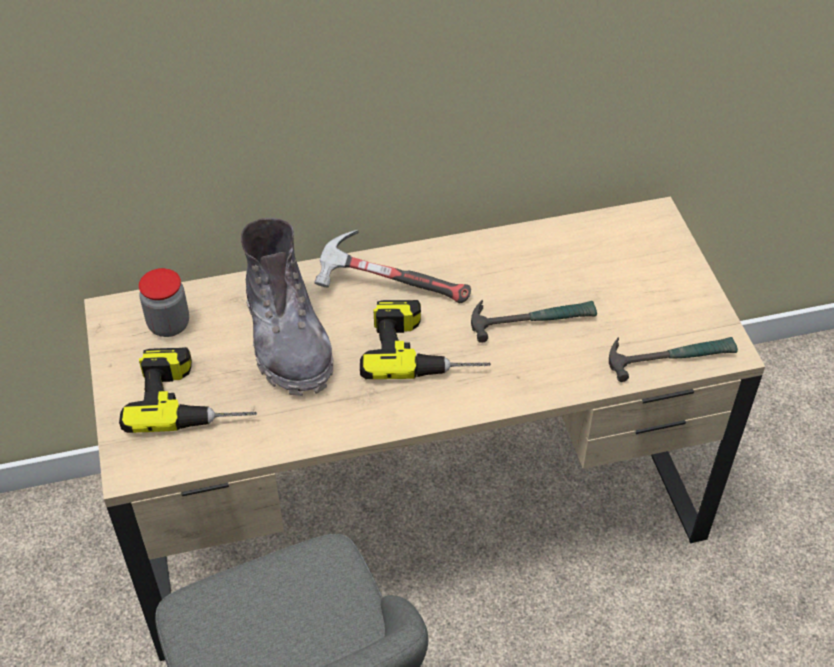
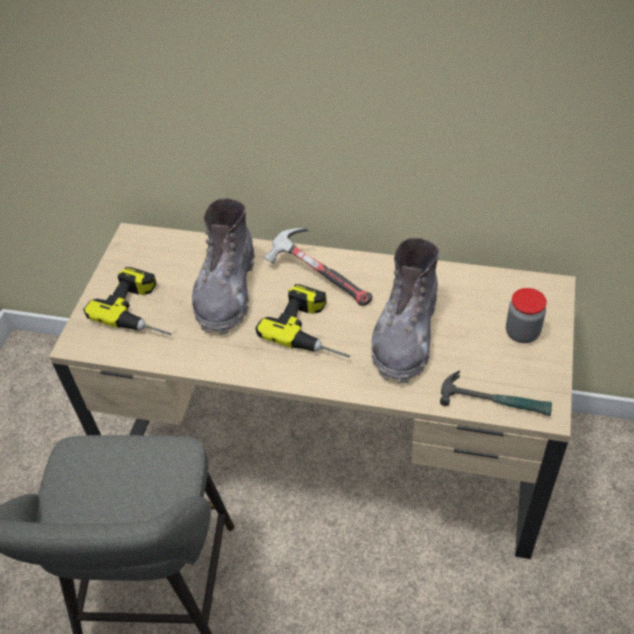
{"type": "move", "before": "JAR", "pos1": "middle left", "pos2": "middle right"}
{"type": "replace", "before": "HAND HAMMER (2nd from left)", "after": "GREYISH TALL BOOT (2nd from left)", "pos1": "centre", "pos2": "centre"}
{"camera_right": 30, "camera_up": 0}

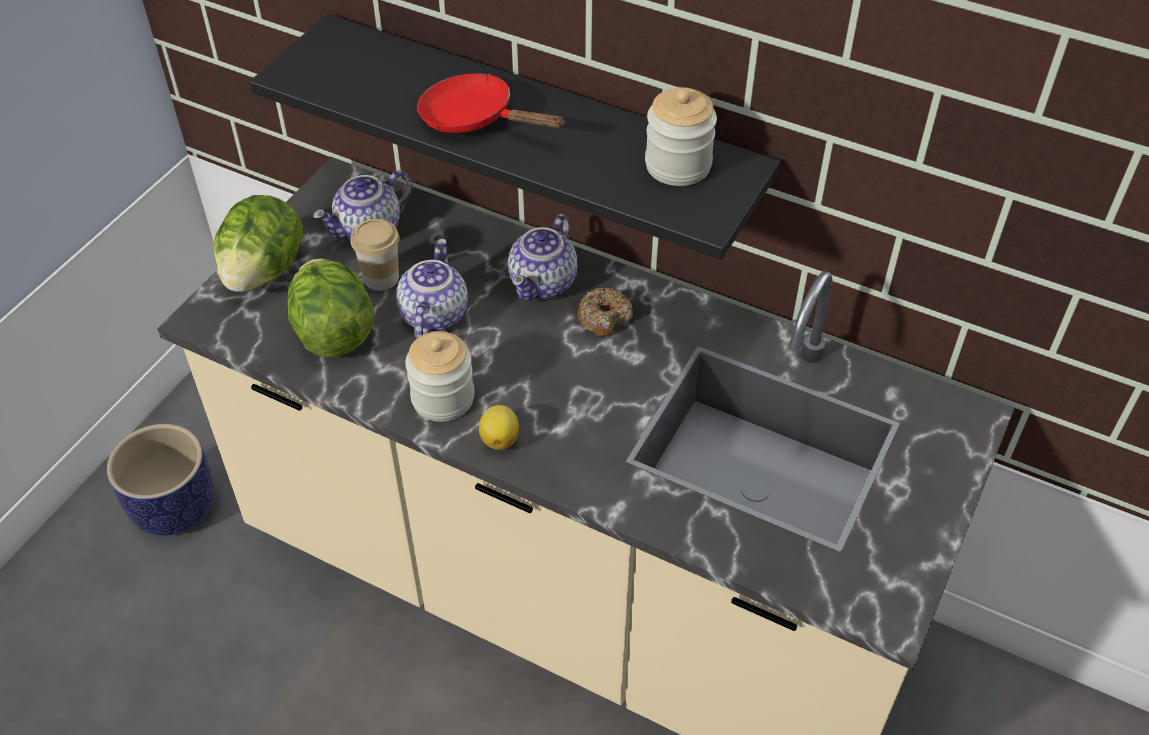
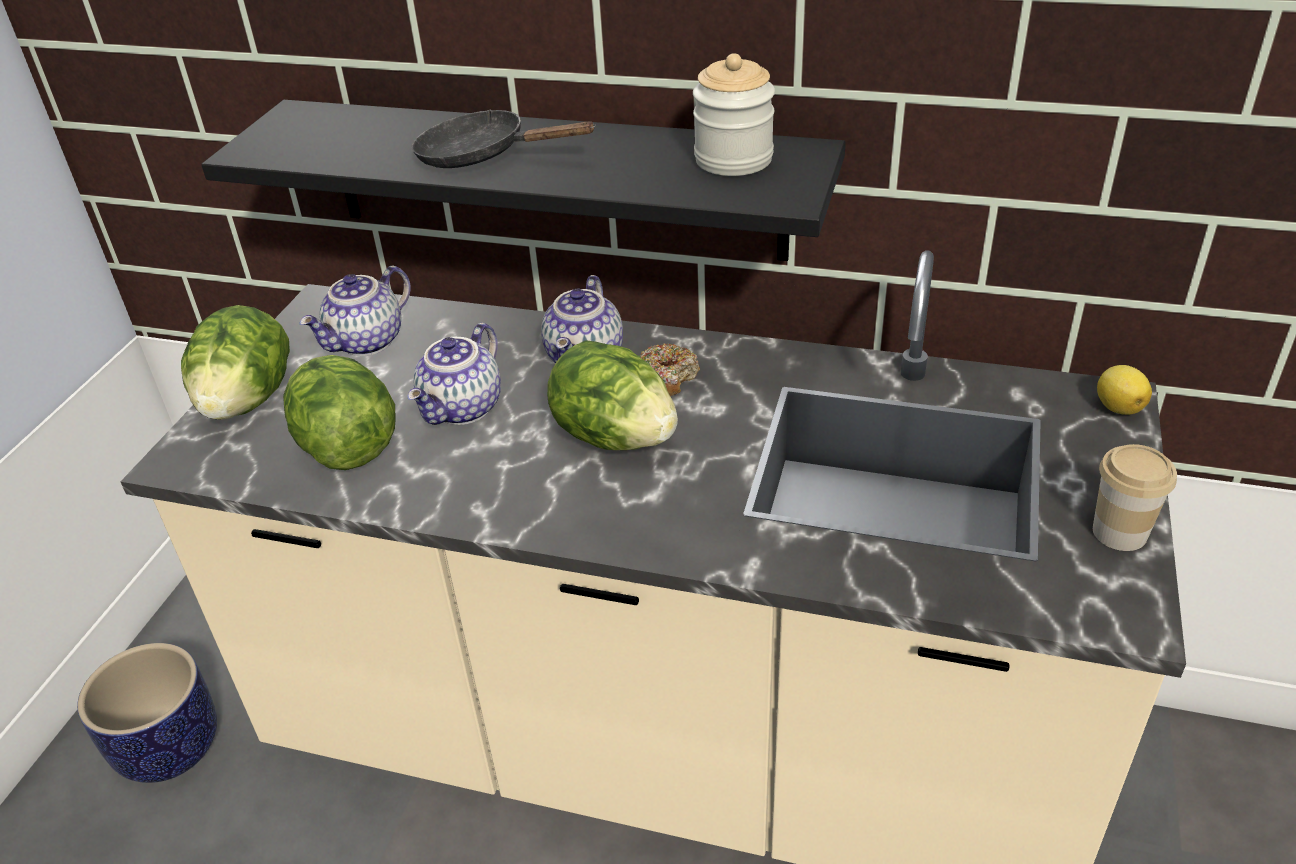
{"type": "recolor", "before": "REDDISH PAN", "after": "BLACK PAN", "pos1": "top centre", "pos2": "top centre"}
{"type": "move", "before": "SMALL CUP", "pos1": "middle left", "pos2": "middle right"}
{"type": "rotate", "before": "POT FOR TEA (2nd from left)", "pos1": "centre", "pos2": "centre", "turn": -150}
{"type": "delete", "before": "JAR (1st from left)", "pos1": "centre"}
{"type": "move", "before": "LEMON", "pos1": "centre", "pos2": "middle right"}
{"type": "insert", "after": "LETTUCE (3rd from left)", "pos2": "centre"}
{"camera_right": -10, "camera_up": -10}

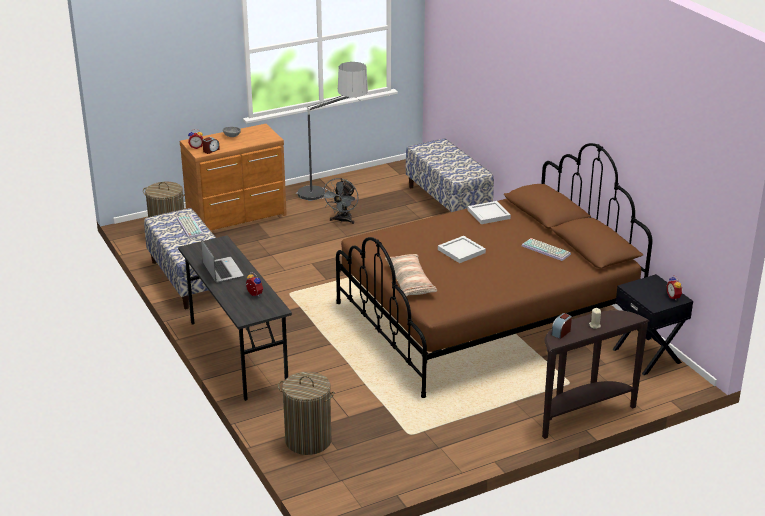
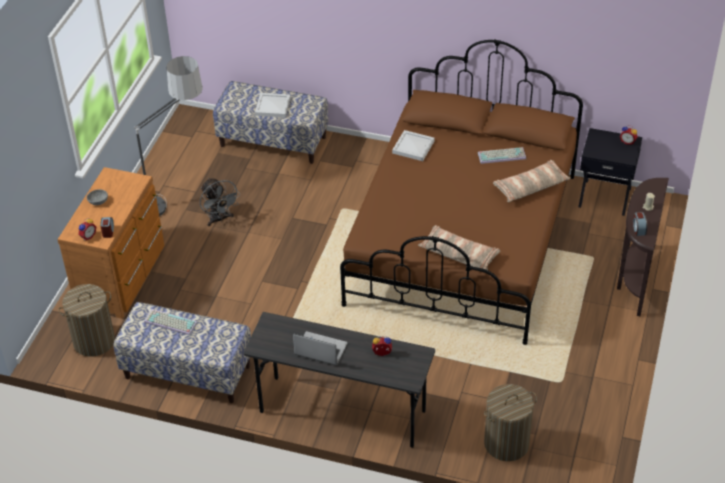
{"type": "move", "before": "WHITE TRAY (1st from left)", "pos1": "centre", "pos2": "top centre"}
{"type": "insert", "after": "PILLOW (2nd from left)", "pos2": "middle right"}
{"camera_right": -45, "camera_up": 15}

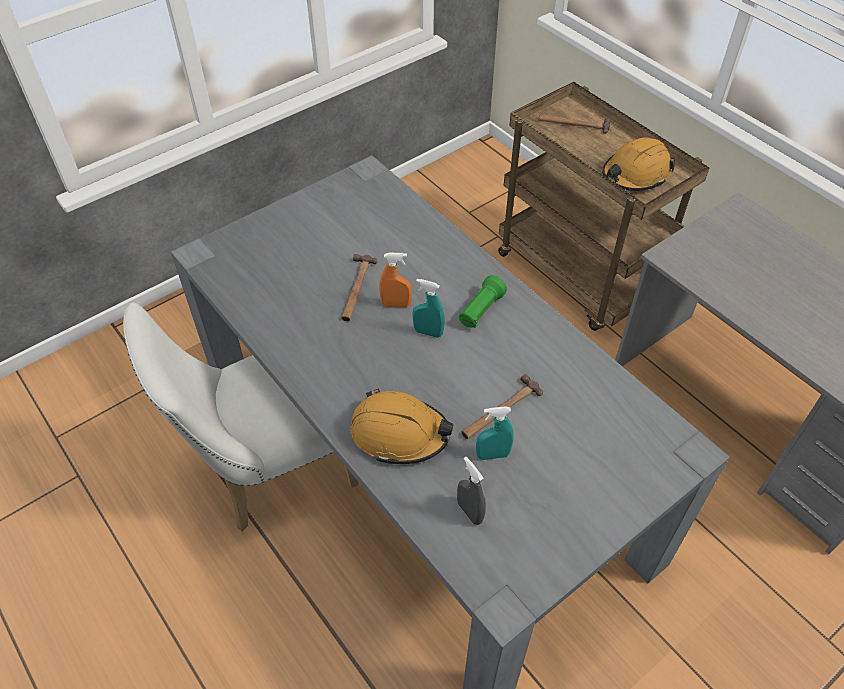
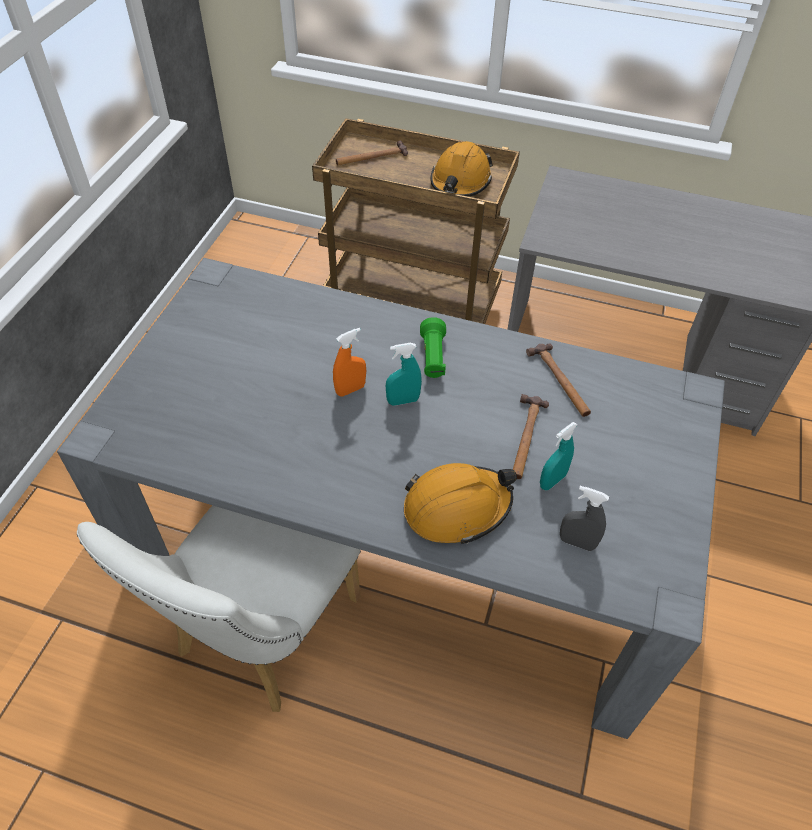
{"type": "move", "before": "HAND HAMMER (1st from left in the first image)", "after": "HAND HAMMER (3rd from left)", "pos1": "centre", "pos2": "middle right"}
{"camera_right": -35, "camera_up": 0}

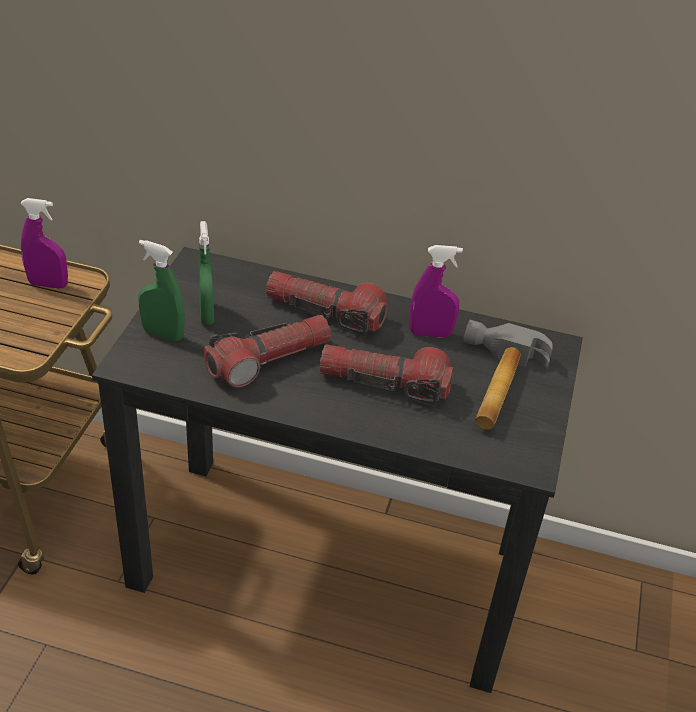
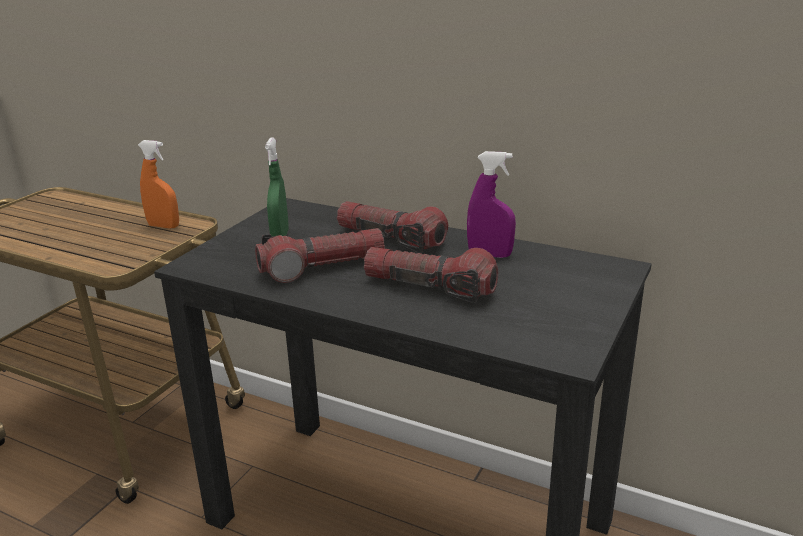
{"type": "recolor", "before": "PURPLE SPRAY BOTTLE (1st from left)", "after": "ORANGE-COLOURED SPRAY BOTTLE", "pos1": "middle left", "pos2": "middle left"}
{"type": "delete", "before": "GREENISH SPRAY BOTTLE (1st from left)", "pos1": "middle left"}
{"type": "delete", "before": "HAND HAMMER", "pos1": "middle right"}
{"camera_right": 15, "camera_up": -15}

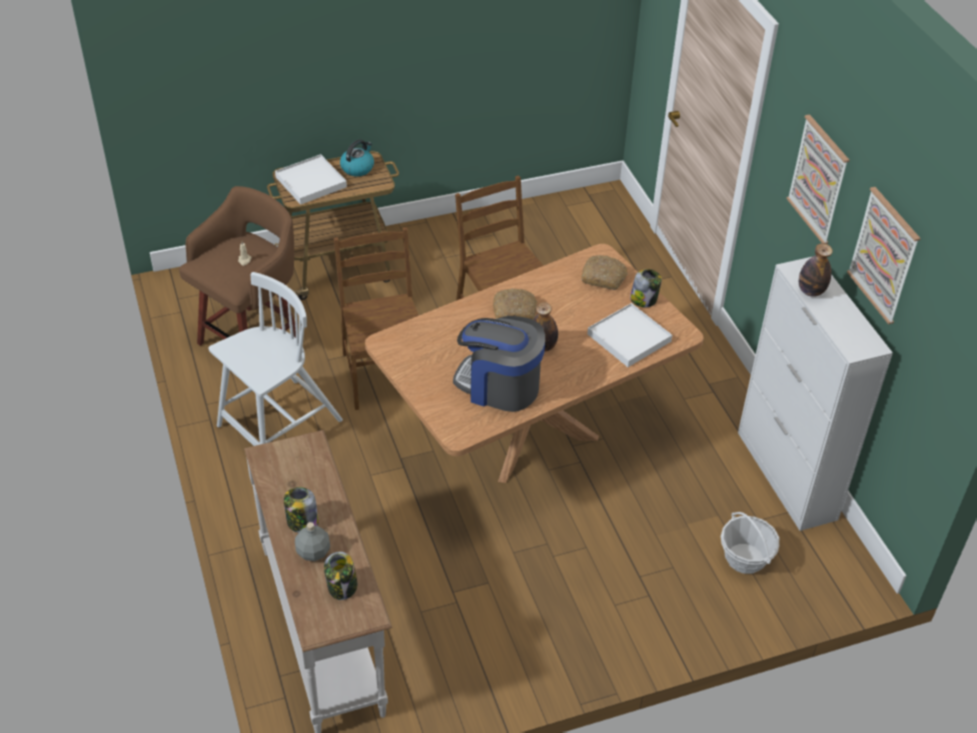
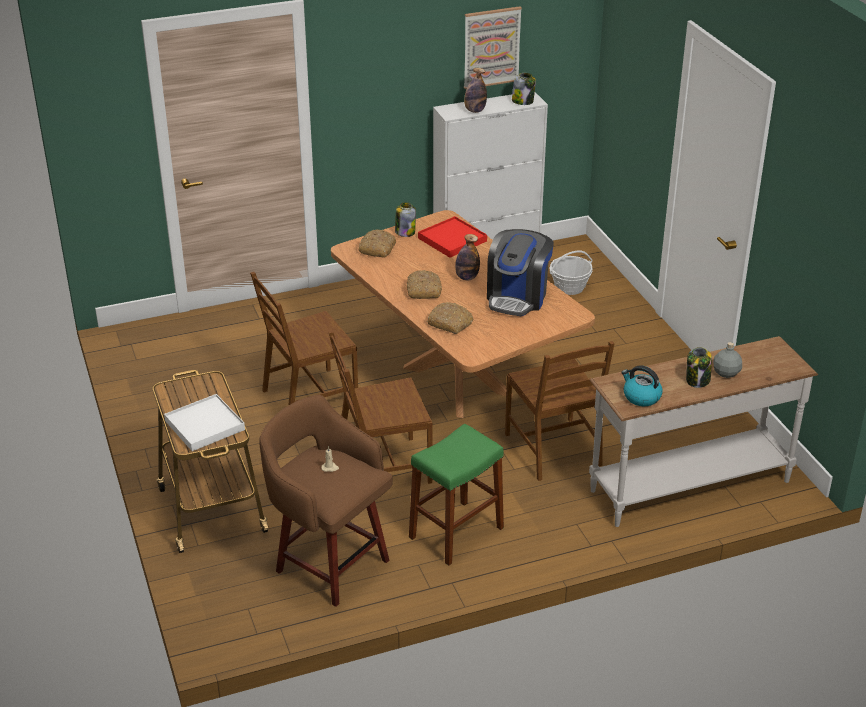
{"type": "delete", "before": "PICTURE (1st from left)", "pos1": "top right"}
{"type": "move", "before": "KETTLE", "pos1": "top centre", "pos2": "middle right"}
{"type": "replace", "before": "WHITE PLAIN CHAIR", "after": "GREENISH STOOL SEAT", "pos1": "middle left", "pos2": "bottom centre"}
{"type": "recolor", "before": "WHITE TRAY (2nd from left)", "after": "REDDISH TRAY", "pos1": "centre", "pos2": "centre"}
{"type": "move", "before": "JAR (2nd from left)", "pos1": "bottom centre", "pos2": "top centre"}
{"type": "insert", "after": "BAKERY BREAD (3rd from left)", "pos2": "centre"}
{"type": "insert", "after": "BROWN-COLOURED PLAIN CHAIR (3rd from left)", "pos2": "centre"}
{"camera_right": -90, "camera_up": -10}

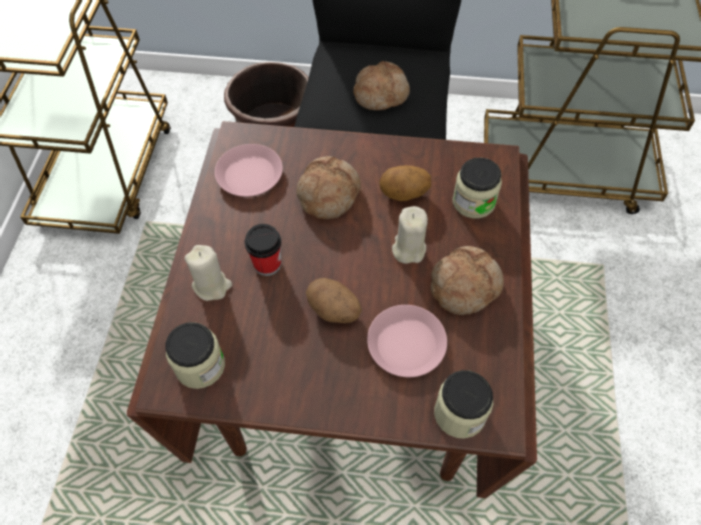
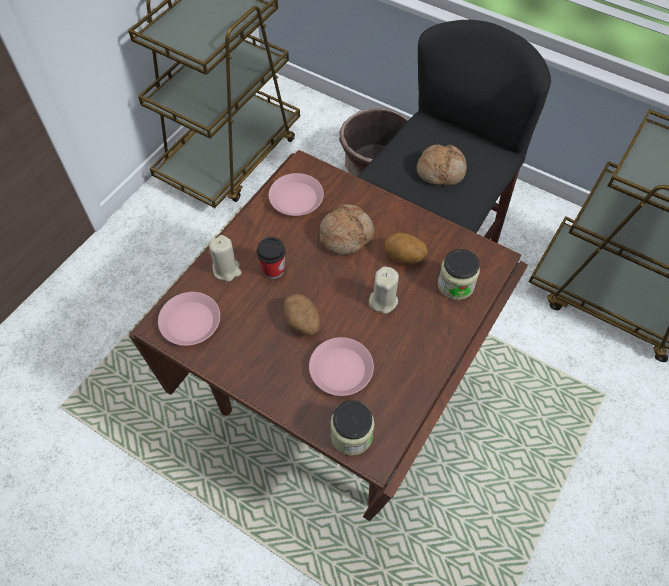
{"type": "delete", "before": "BAKERY BREAD (3rd from left)", "pos1": "centre"}
{"type": "replace", "before": "JAR (1st from left)", "after": "PINK PLATE (1st from left)", "pos1": "bottom left", "pos2": "middle left"}
{"camera_right": 25, "camera_up": 0}

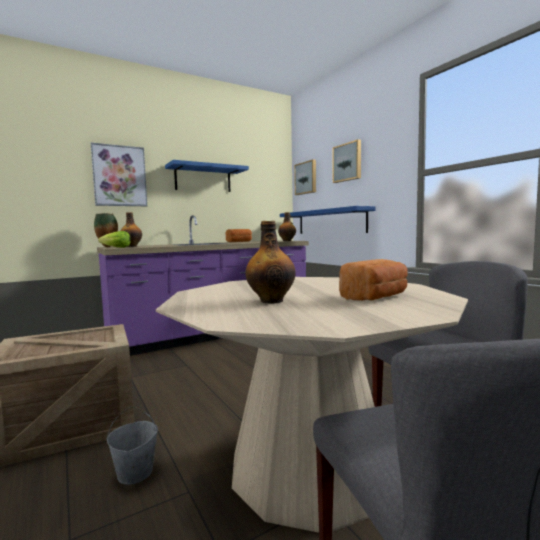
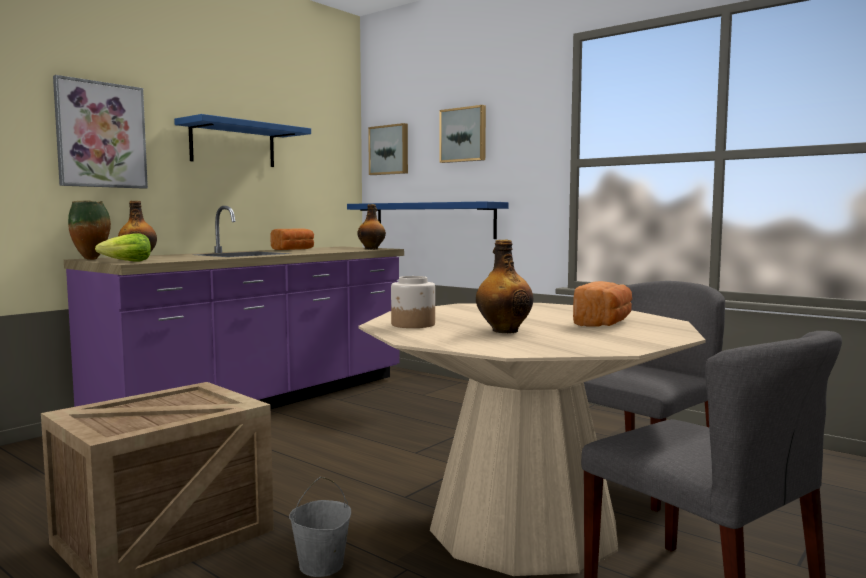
{"type": "insert", "after": "JAR", "pos2": "centre"}
{"camera_right": -20, "camera_up": 0}

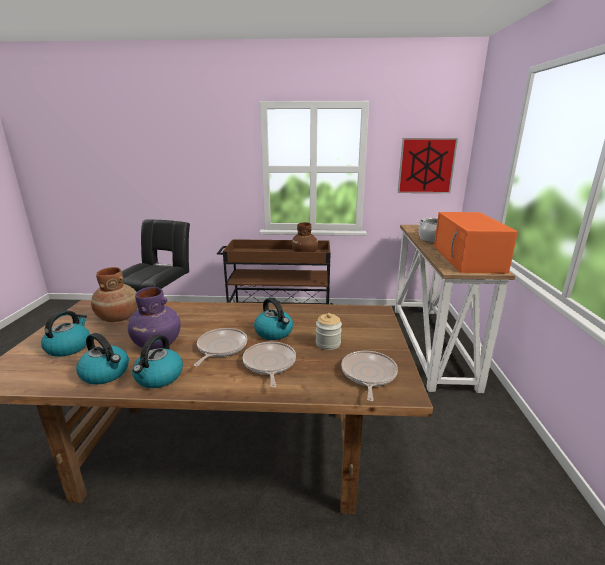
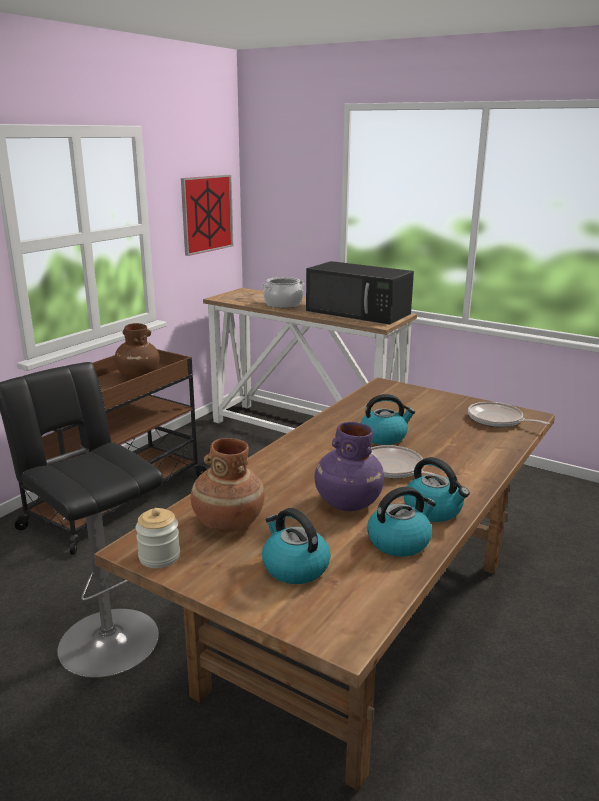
{"type": "recolor", "before": "ORANGE-COLOURED MICROWAVE", "after": "BLACK MICROWAVE", "pos1": "middle right", "pos2": "centre"}
{"type": "move", "before": "JAR", "pos1": "centre", "pos2": "bottom left"}
{"type": "delete", "before": "PAN (2nd from left)", "pos1": "centre"}
{"camera_right": -60, "camera_up": 0}

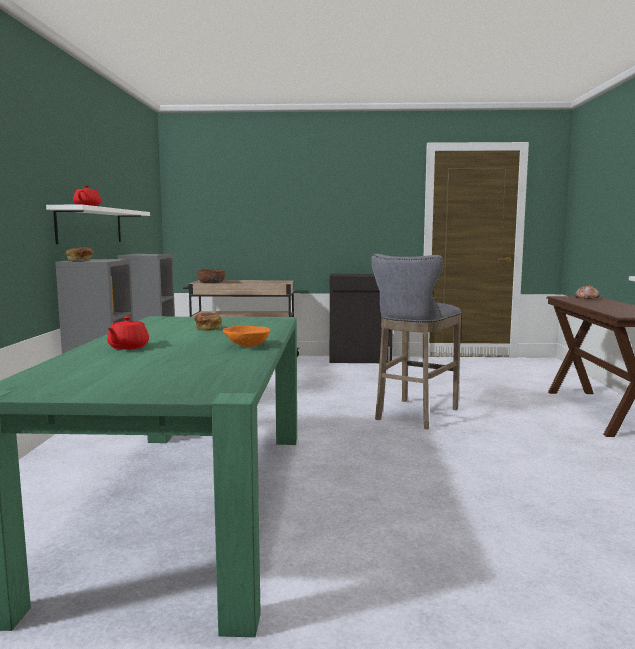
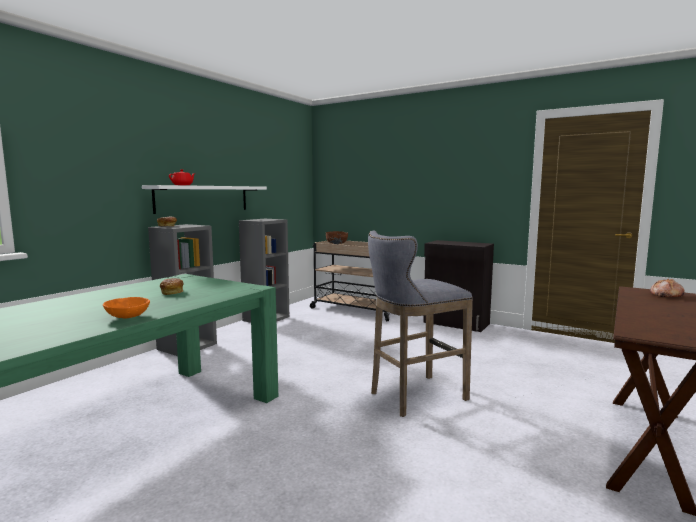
{"type": "delete", "before": "REDDISH POT FOR TEA (2nd from left)", "pos1": "middle left"}
{"camera_right": 30, "camera_up": 0}

